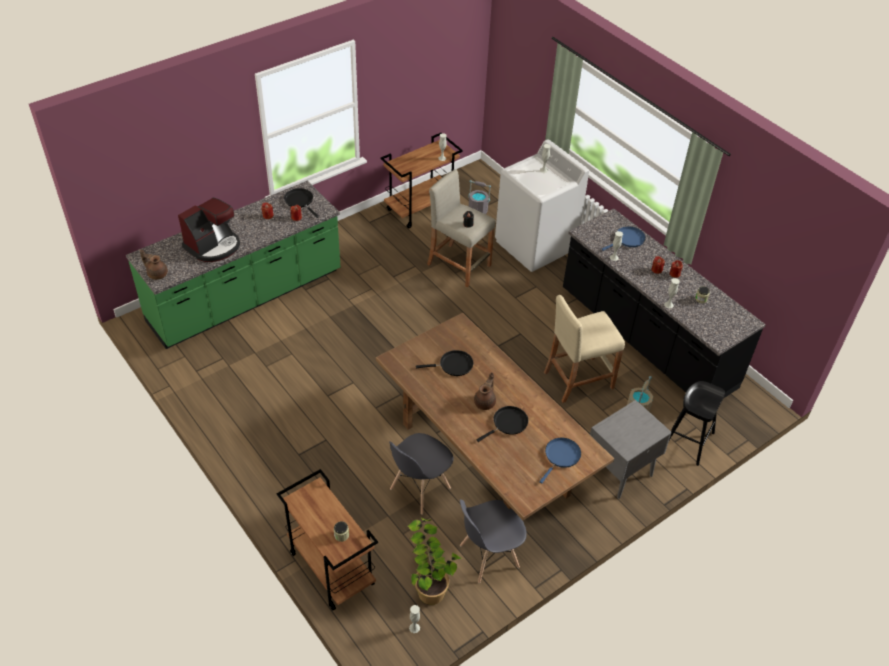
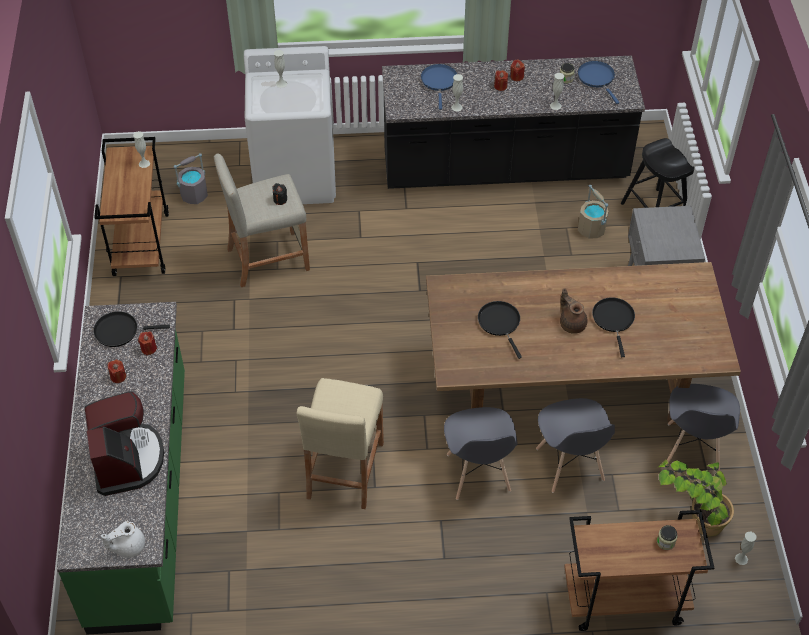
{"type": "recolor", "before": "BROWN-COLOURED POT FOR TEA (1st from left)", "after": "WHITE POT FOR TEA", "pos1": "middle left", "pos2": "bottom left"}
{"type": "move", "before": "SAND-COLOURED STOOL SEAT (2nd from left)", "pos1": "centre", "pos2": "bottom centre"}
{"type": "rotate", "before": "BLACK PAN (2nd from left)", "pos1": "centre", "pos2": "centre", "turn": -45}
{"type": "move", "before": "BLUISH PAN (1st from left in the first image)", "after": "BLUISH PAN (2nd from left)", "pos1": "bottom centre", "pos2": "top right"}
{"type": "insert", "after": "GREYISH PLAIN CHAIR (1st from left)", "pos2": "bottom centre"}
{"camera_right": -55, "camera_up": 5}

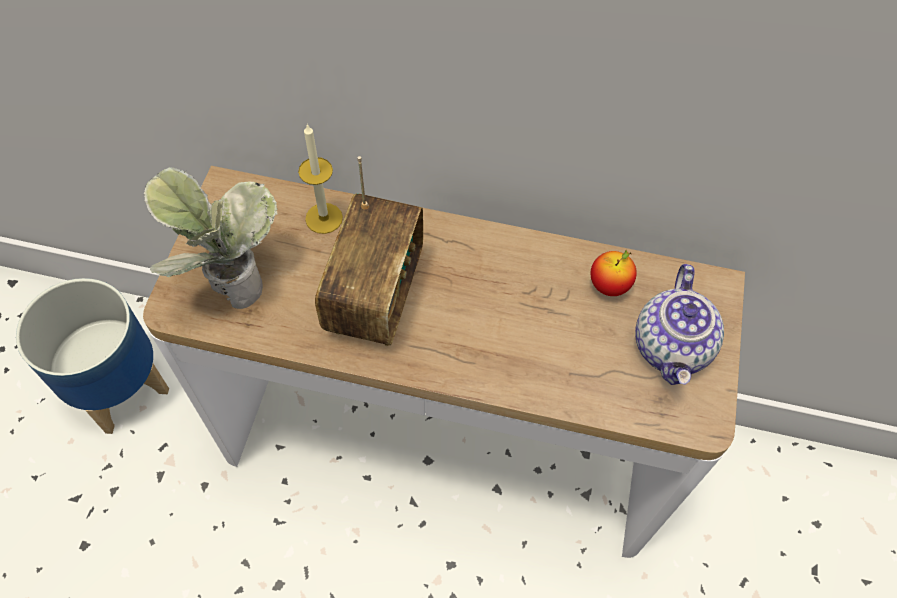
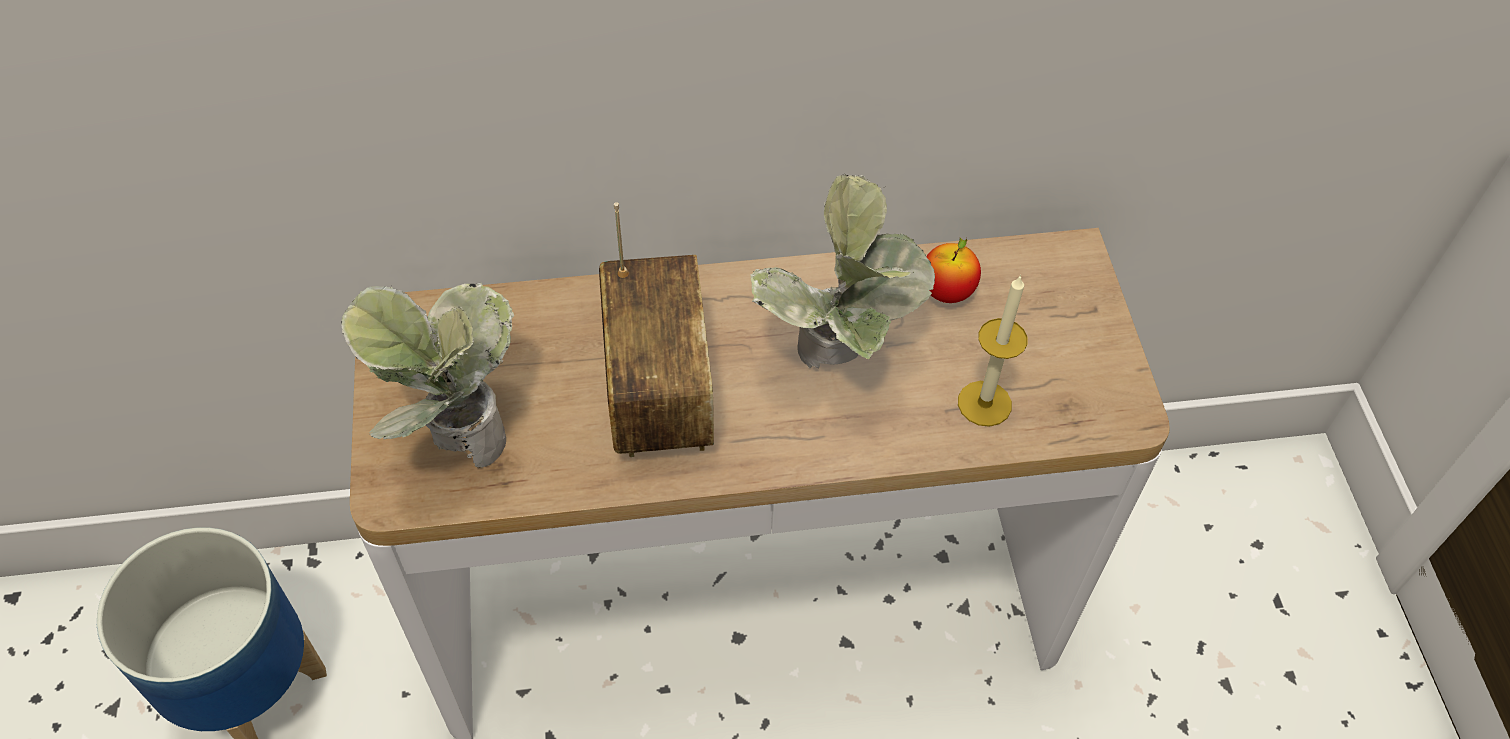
{"type": "move", "before": "WAX CANDLE", "pos1": "top centre", "pos2": "centre"}
{"type": "delete", "before": "POT FOR TEA", "pos1": "middle right"}
{"type": "insert", "after": "PLANT IN A POT (2nd from left)", "pos2": "centre"}
{"camera_right": -20, "camera_up": -5}

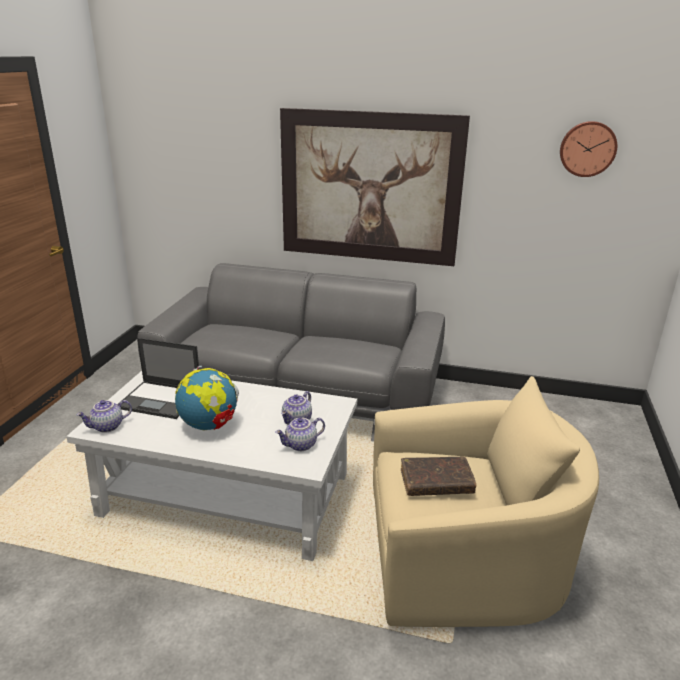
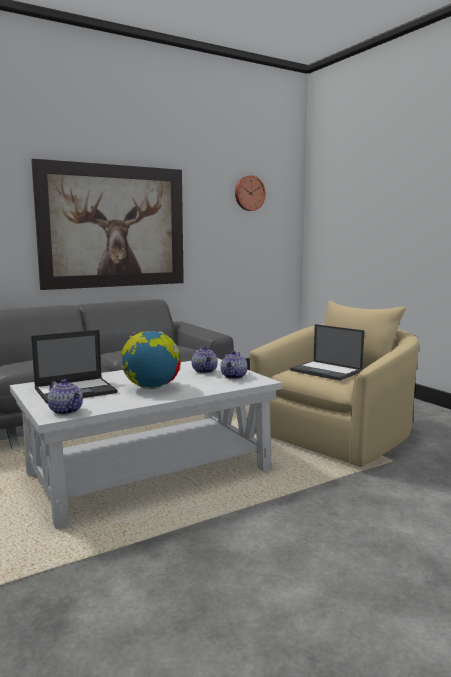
{"type": "rotate", "before": "POT FOR TEA (1st from left)", "pos1": "middle left", "pos2": "middle left", "turn": -60}
{"type": "replace", "before": "BROWN-COLOURED BOOK", "after": "LAPTOP (2nd from left)", "pos1": "bottom centre", "pos2": "middle right"}
{"camera_right": -45, "camera_up": -15}

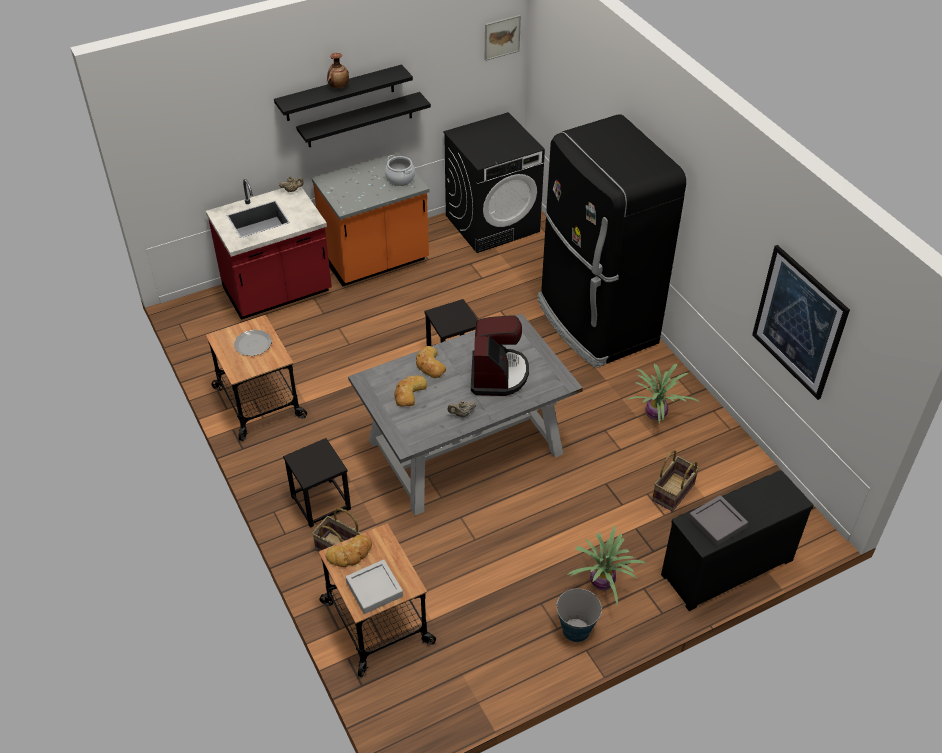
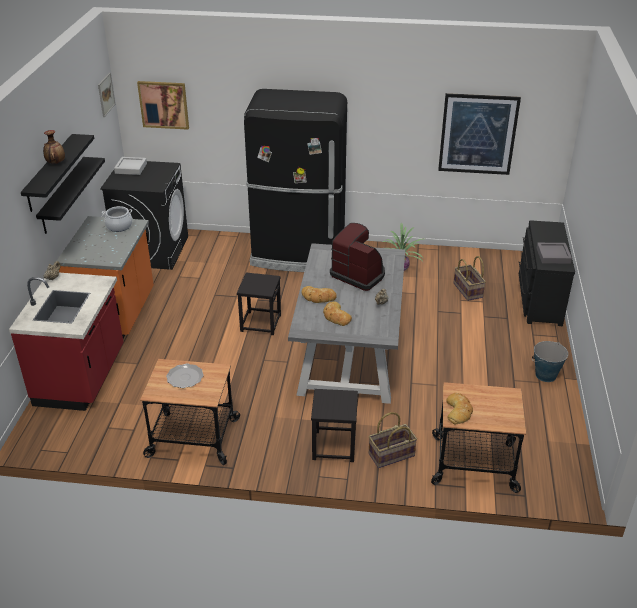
{"type": "delete", "before": "PLANT IN A POT (1st from left)", "pos1": "bottom centre"}
{"type": "move", "before": "GREYISH TRAY (1st from left)", "pos1": "bottom centre", "pos2": "top left"}
{"type": "insert", "after": "PICTURE (2nd from left)", "pos2": "top left"}
{"camera_right": -55, "camera_up": -10}

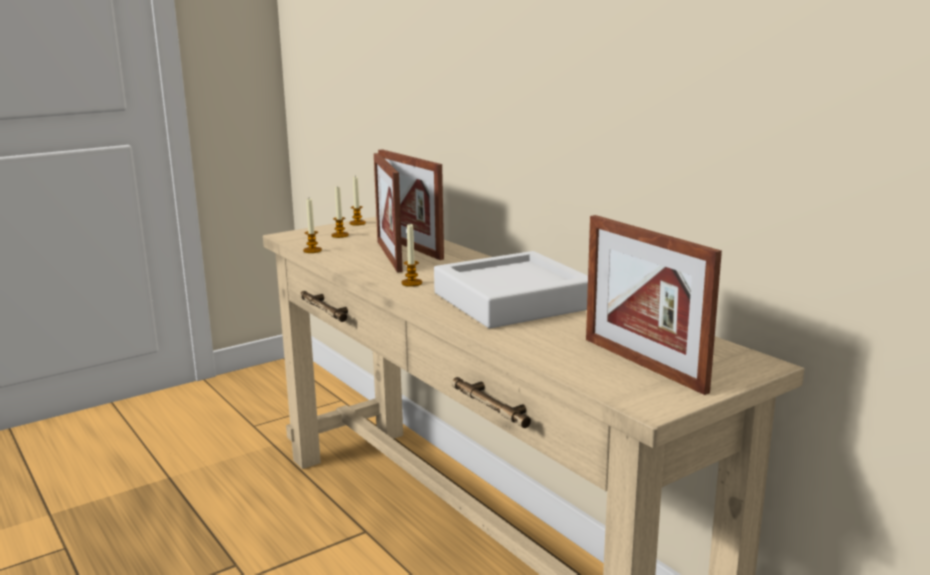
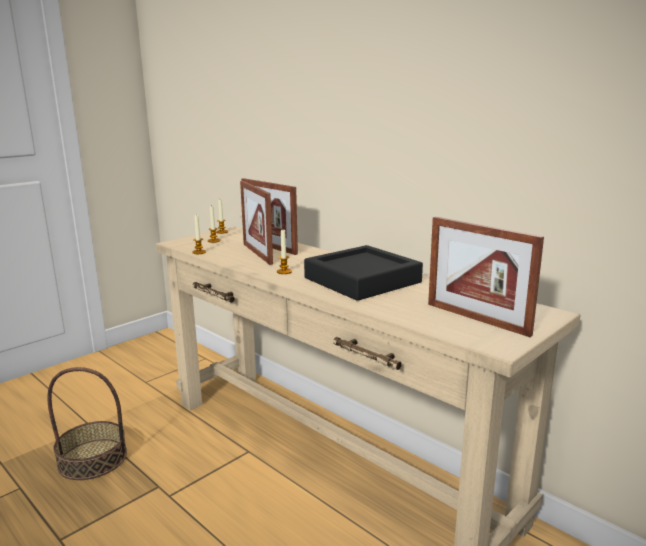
{"type": "recolor", "before": "WHITE TRAY", "after": "BLACK TRAY", "pos1": "centre", "pos2": "centre"}
{"type": "insert", "after": "HOUSEHOLD BASKET", "pos2": "bottom left"}
{"camera_right": -10, "camera_up": 0}

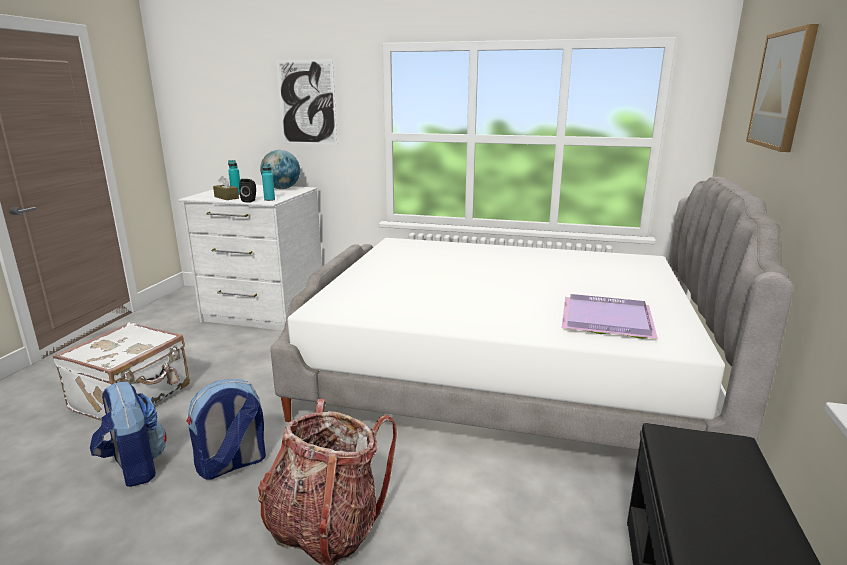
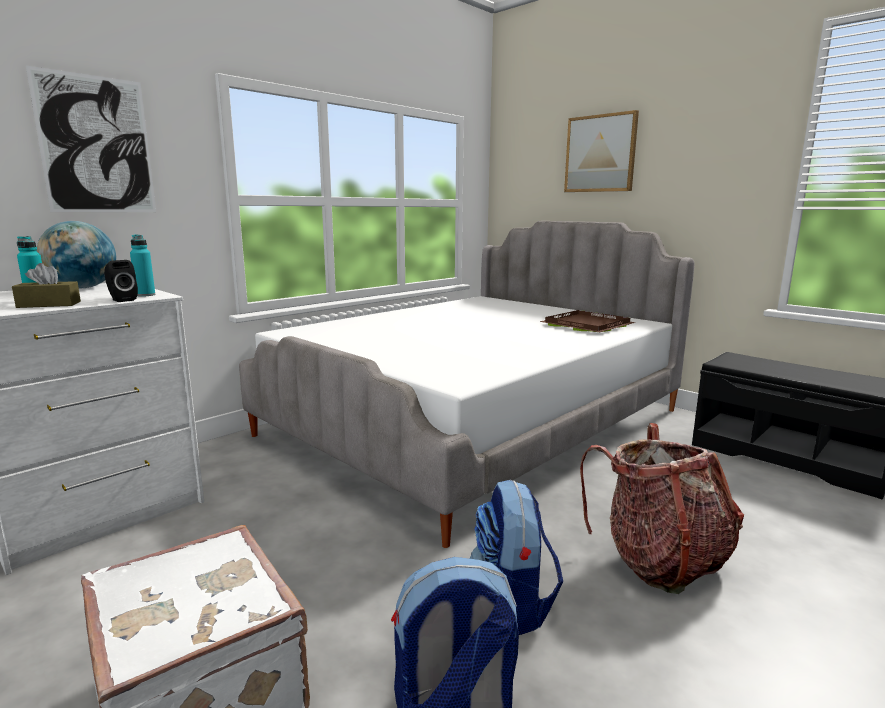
{"type": "recolor", "before": "PURPLE TRAY", "after": "BROWN-COLOURED TRAY", "pos1": "middle right", "pos2": "centre"}
{"camera_right": -60, "camera_up": -5}

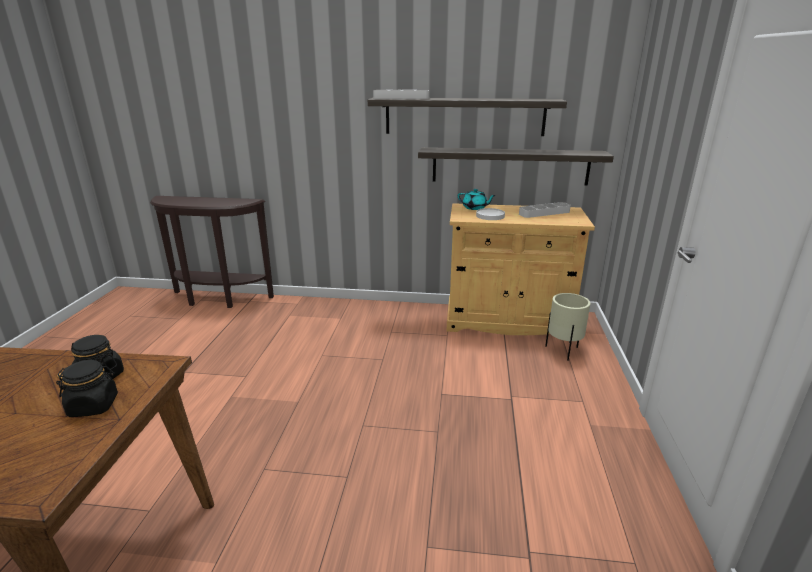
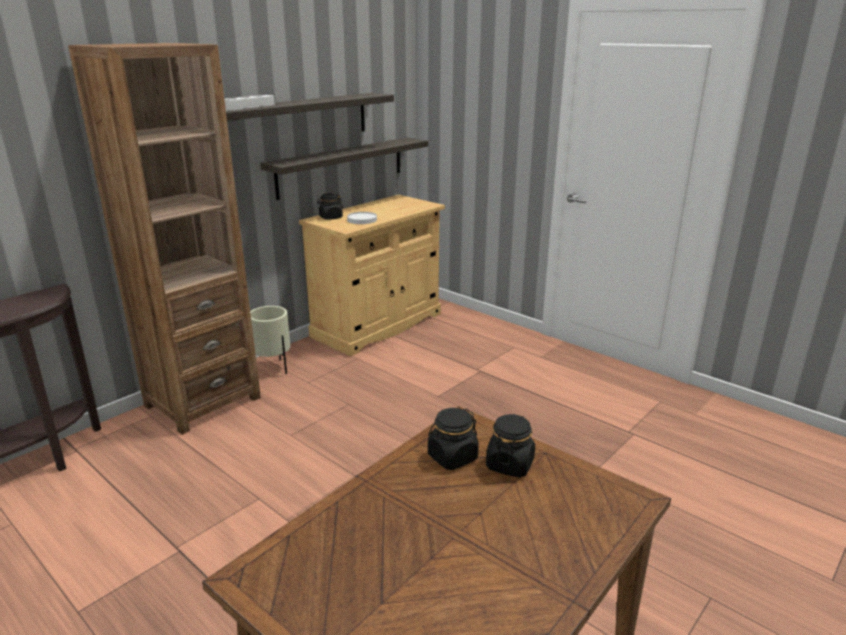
{"type": "replace", "before": "BLUE-GREEN POT FOR TEA", "after": "BLACK JAR (1st from left)", "pos1": "centre", "pos2": "top centre"}
{"type": "delete", "before": "GREYISH TRAY (2nd from left)", "pos1": "middle right"}
{"type": "move", "before": "SAND-COLOURED PLANTER", "pos1": "middle right", "pos2": "middle left"}
{"type": "insert", "after": "BROWN-COLOURED BOOKCASE", "pos2": "middle left"}
{"camera_right": -55, "camera_up": 0}

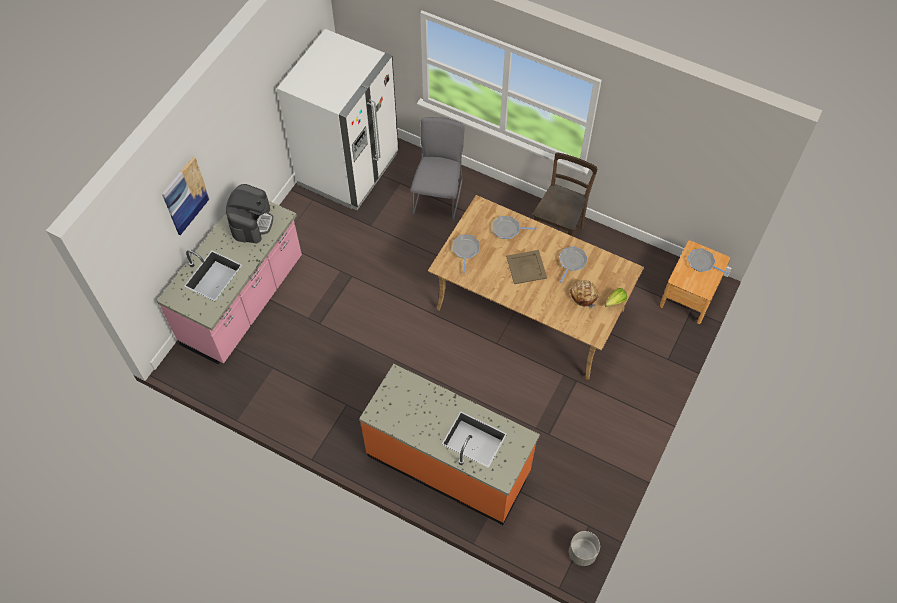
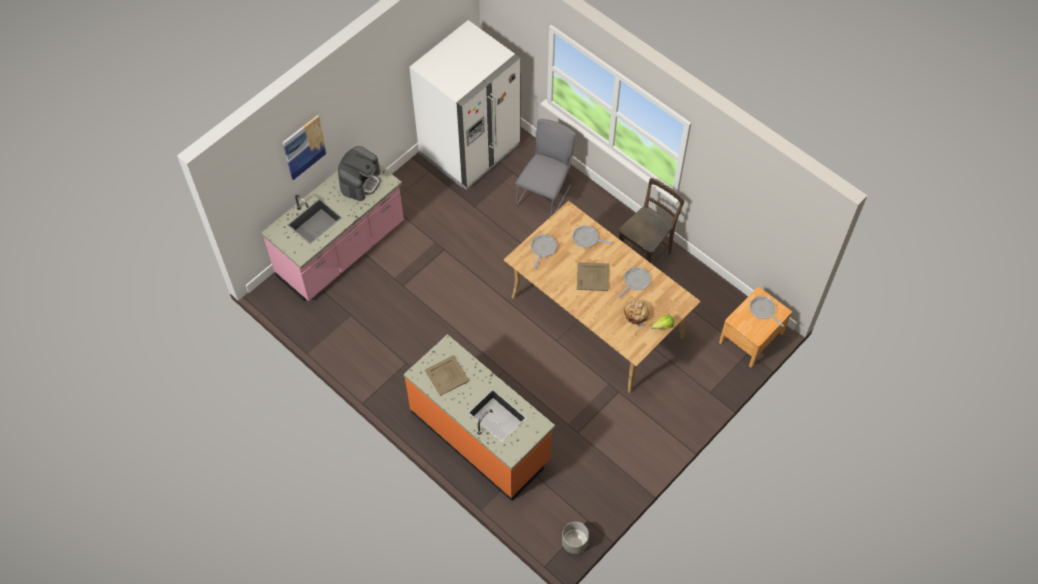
{"type": "insert", "after": "SAND-COLOURED TRAY (1st from left)", "pos2": "centre"}
{"camera_right": 15, "camera_up": 0}

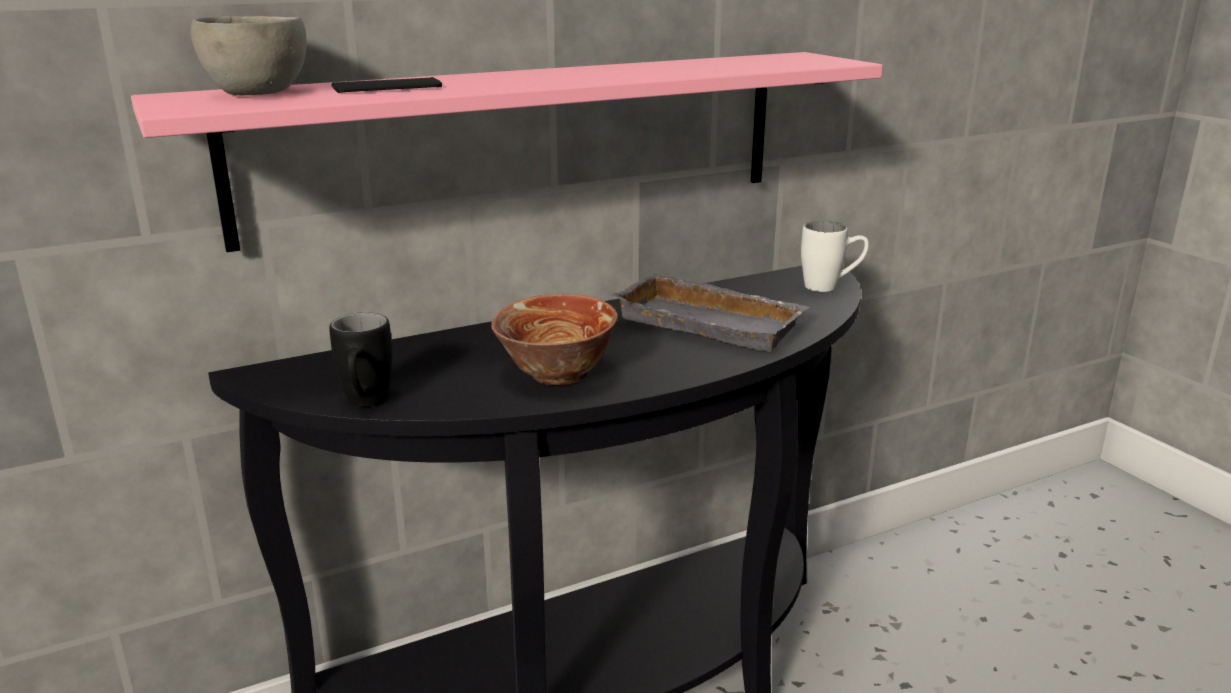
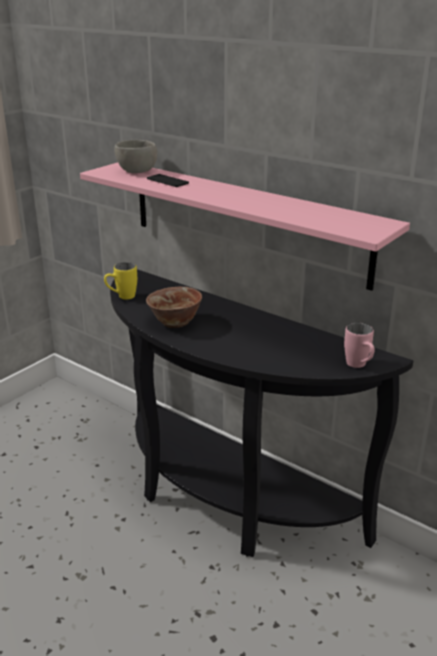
{"type": "recolor", "before": "WHITE TEA MUG", "after": "PINK TEA MUG", "pos1": "middle right", "pos2": "middle right"}
{"type": "delete", "before": "GREYISH TRAY", "pos1": "centre"}
{"type": "recolor", "before": "BLACK TEA MUG", "after": "YELLOW-COLOURED TEA MUG", "pos1": "middle left", "pos2": "middle left"}
{"camera_right": 65, "camera_up": 5}

